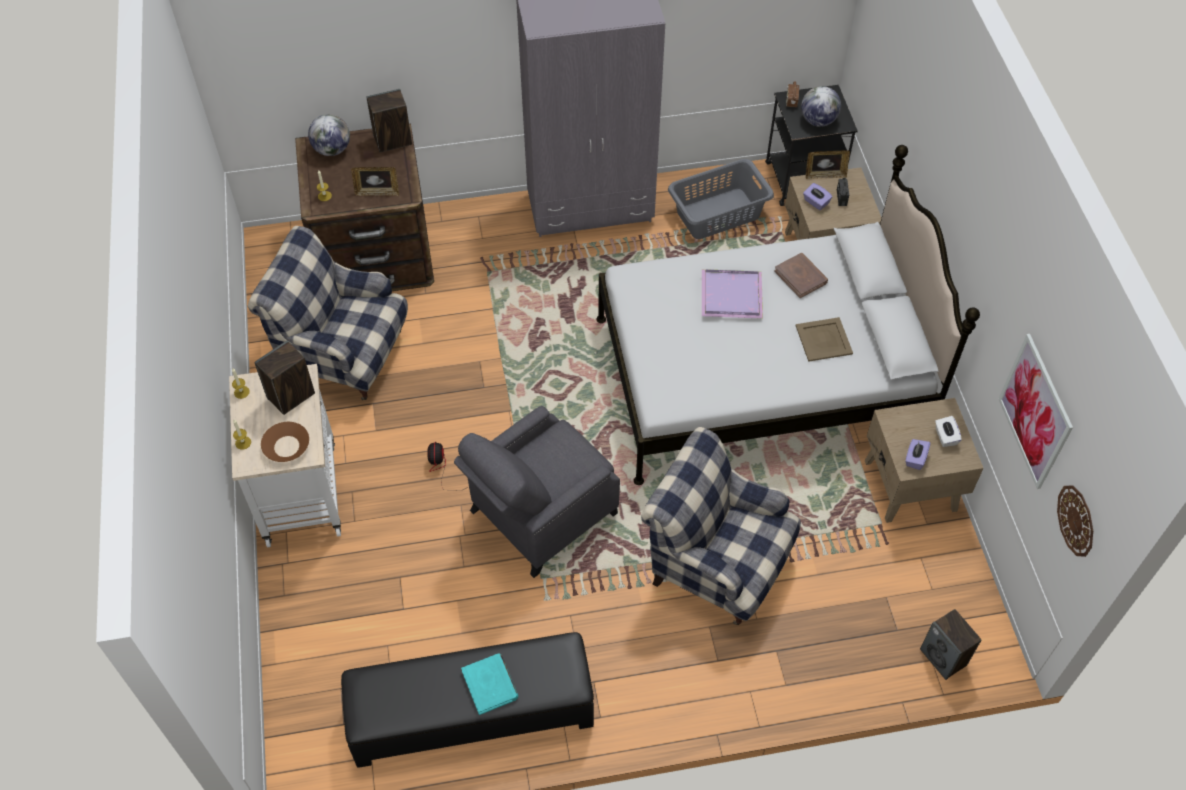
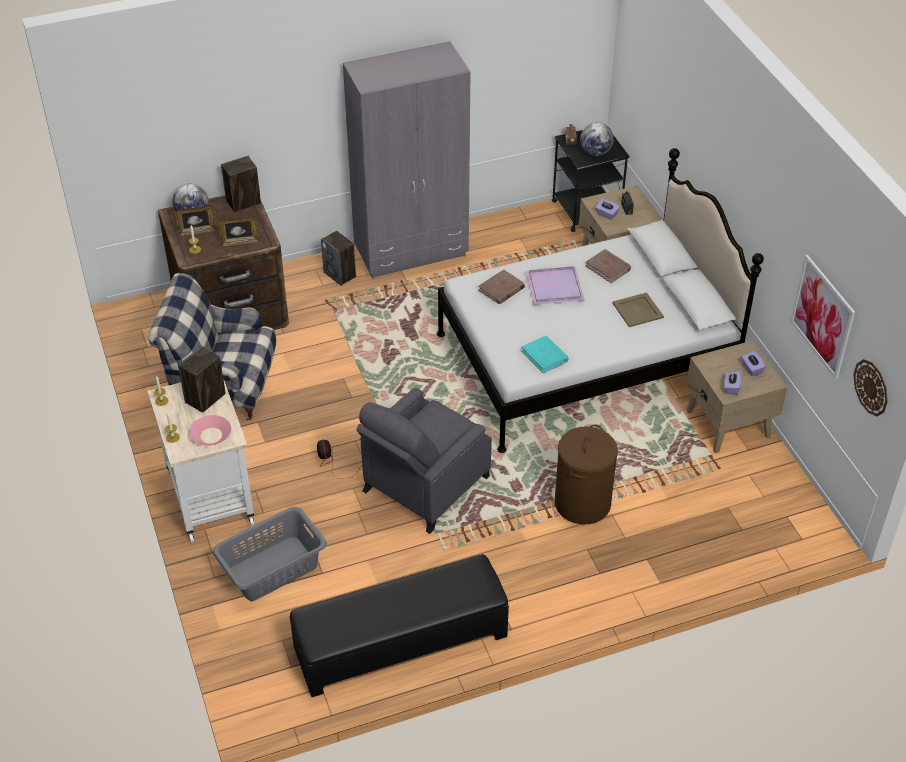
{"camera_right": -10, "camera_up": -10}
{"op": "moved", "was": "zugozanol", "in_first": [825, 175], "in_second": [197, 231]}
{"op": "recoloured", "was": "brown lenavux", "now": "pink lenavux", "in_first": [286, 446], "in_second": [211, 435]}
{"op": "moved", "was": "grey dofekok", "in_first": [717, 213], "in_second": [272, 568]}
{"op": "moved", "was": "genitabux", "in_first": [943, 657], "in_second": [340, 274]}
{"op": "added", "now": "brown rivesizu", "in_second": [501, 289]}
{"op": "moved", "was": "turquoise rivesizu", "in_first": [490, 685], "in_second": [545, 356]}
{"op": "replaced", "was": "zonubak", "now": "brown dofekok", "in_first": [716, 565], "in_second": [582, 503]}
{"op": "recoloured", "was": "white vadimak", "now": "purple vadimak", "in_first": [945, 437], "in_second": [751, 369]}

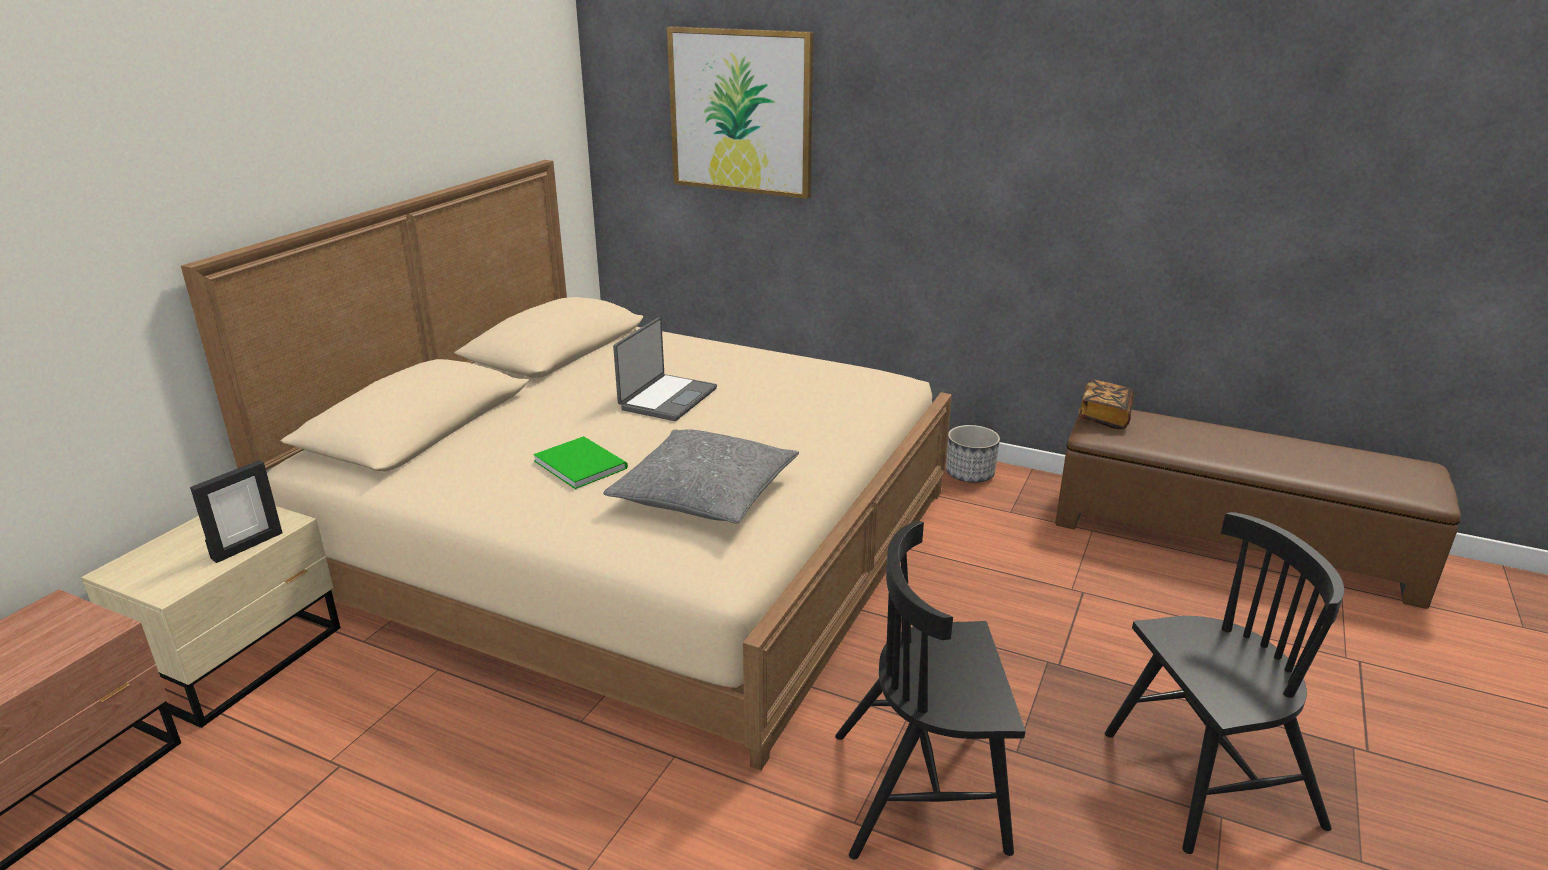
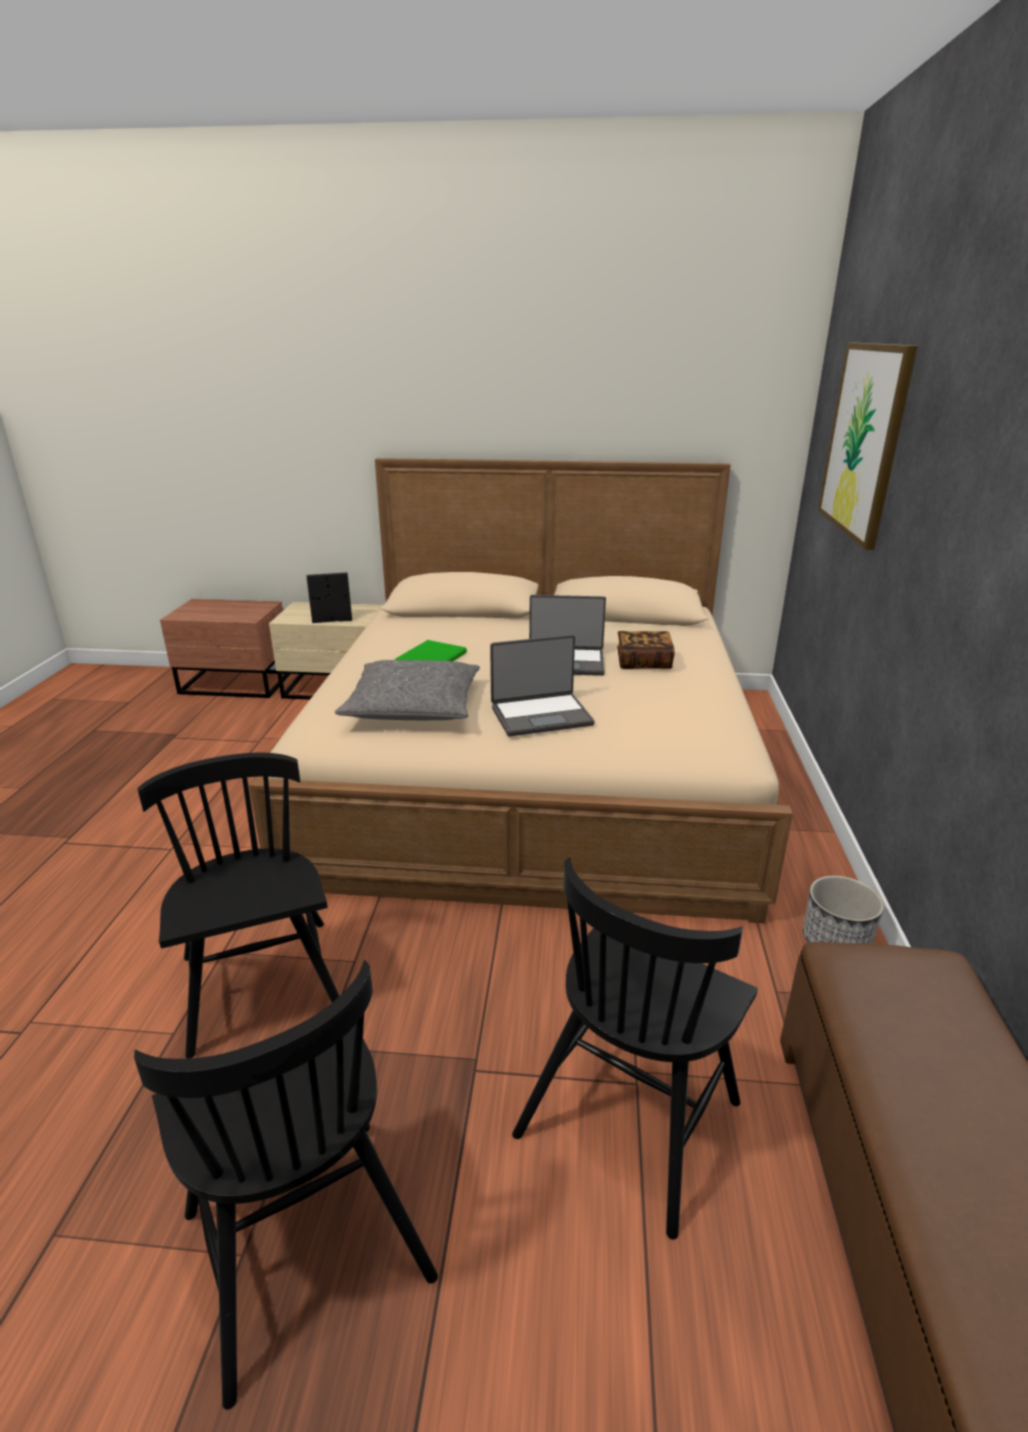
{"camera_right": 70, "camera_up": 0}
{"op": "turned", "was": "zugozanol", "in_first": [247, 545], "in_second": [332, 621], "clockwise": 150}
{"op": "added", "now": "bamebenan", "in_second": [541, 715]}
{"op": "added", "now": "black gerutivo", "in_second": [634, 1107]}
{"op": "moved", "was": "rivesizu", "in_first": [1104, 417], "in_second": [643, 662]}

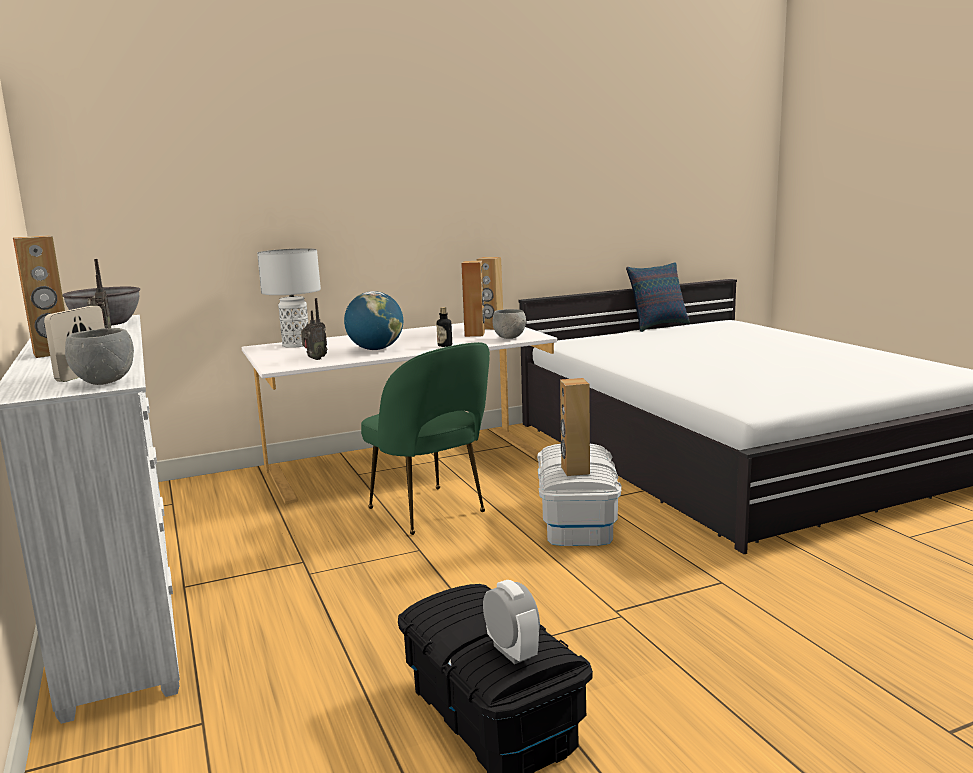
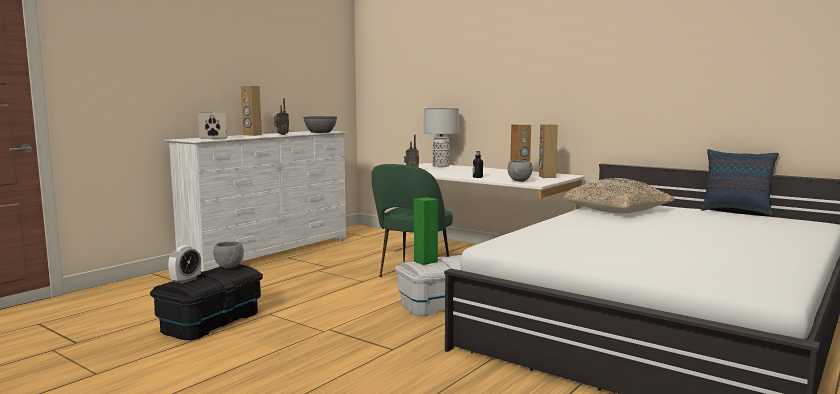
{"camera_right": 60, "camera_up": -5}
{"op": "moved", "was": "grey lenavux", "in_first": [104, 382], "in_second": [229, 267]}
{"op": "recoloured", "was": "brown genitabux", "now": "green genitabux", "in_first": [575, 470], "in_second": [425, 261]}
{"op": "added", "now": "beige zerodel", "in_second": [617, 210]}
{"op": "removed", "was": "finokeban", "in_first": [375, 349]}

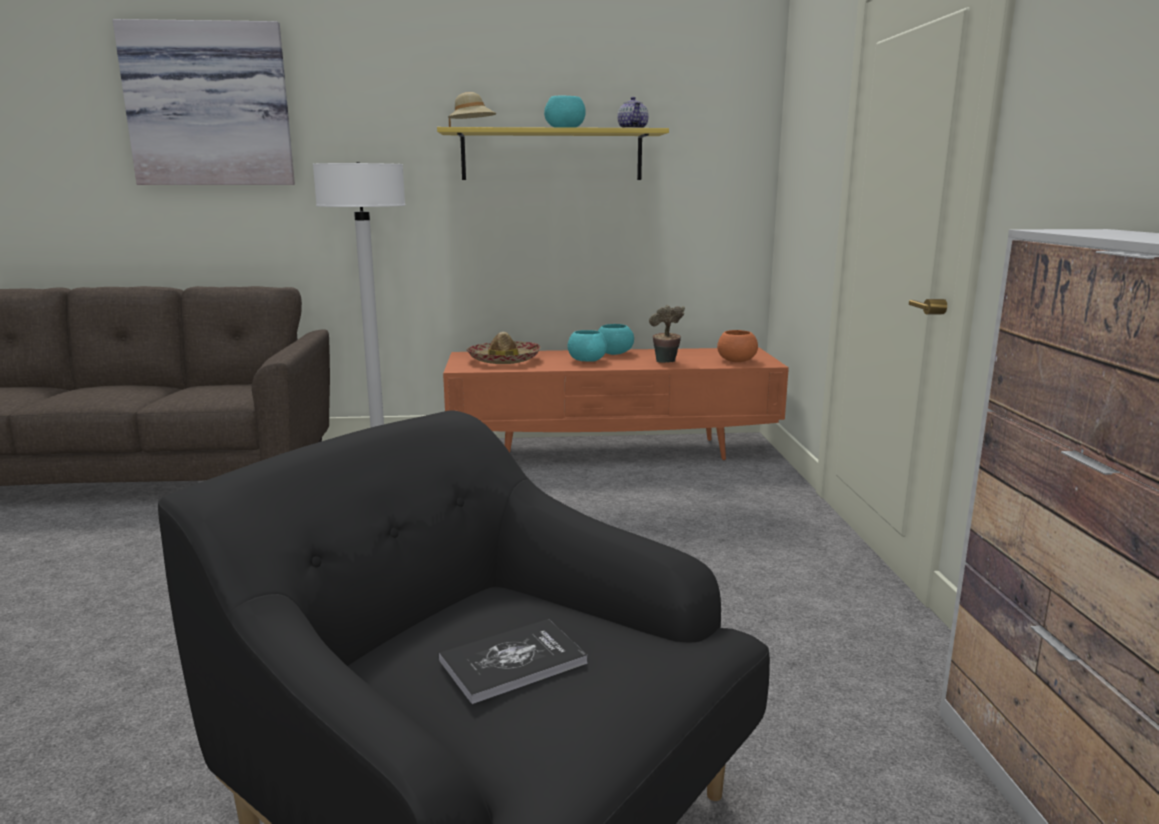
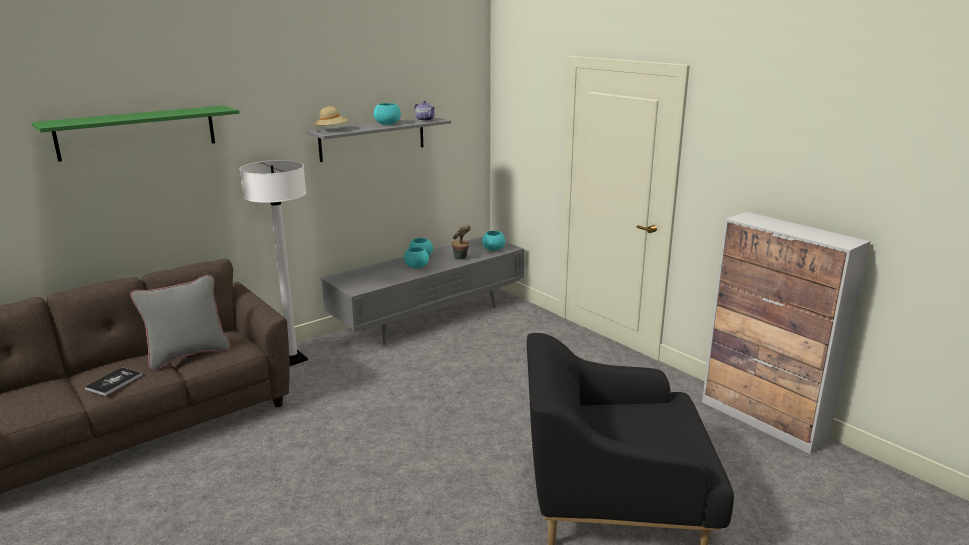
{"camera_right": -35, "camera_up": 5}
{"op": "replaced", "was": "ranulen", "now": "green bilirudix", "in_first": [210, 105], "in_second": [137, 132]}
{"op": "moved", "was": "rivesizu", "in_first": [513, 662], "in_second": [114, 382]}
{"op": "added", "now": "grey zerodel", "in_second": [187, 355]}
{"op": "recoloured", "was": "yellow bilirudix", "now": "grey bilirudix", "in_first": [552, 155], "in_second": [373, 138]}
{"op": "recoloured", "was": "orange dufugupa", "now": "grey dufugupa", "in_first": [611, 450], "in_second": [428, 317]}
{"op": "recoloured", "was": "orange lenavux", "now": "turquoise lenavux", "in_first": [735, 361], "in_second": [493, 249]}
{"op": "removed", "was": "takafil", "in_first": [504, 360]}

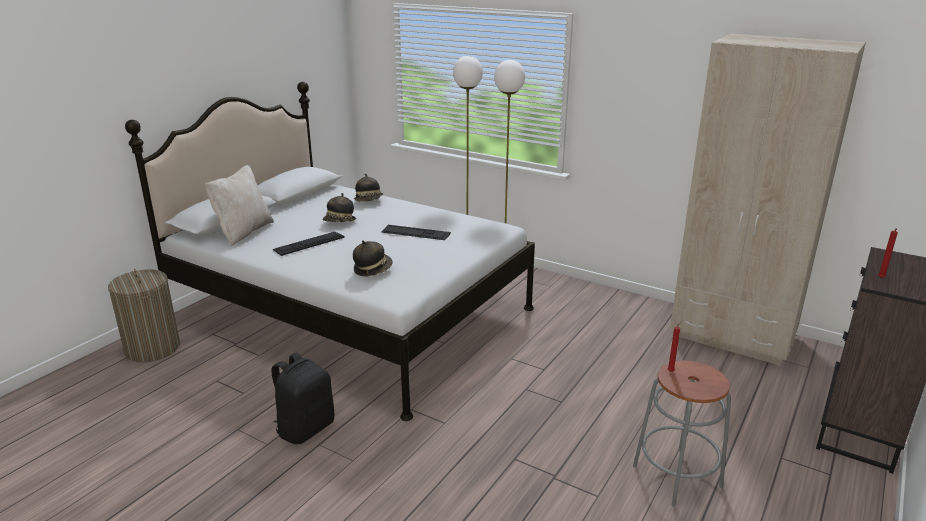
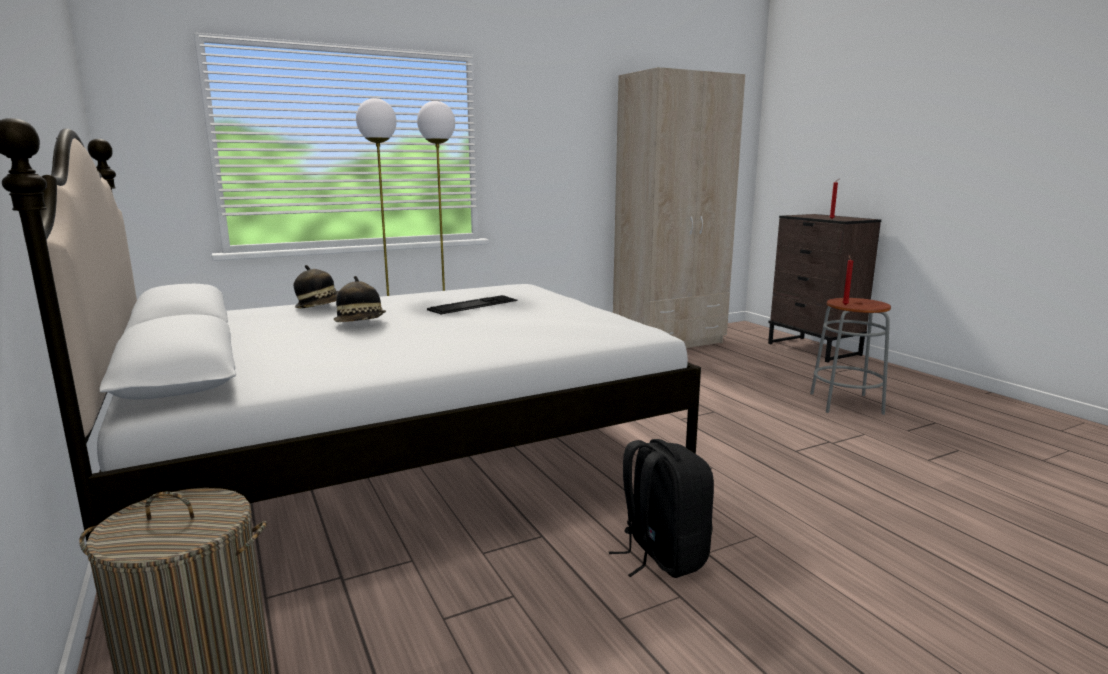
{"camera_right": -60, "camera_up": -10}
{"op": "removed", "was": "beige zerodel", "in_first": [243, 232]}
{"op": "removed", "was": "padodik", "in_first": [309, 243]}
{"op": "removed", "was": "takafil", "in_first": [372, 269]}

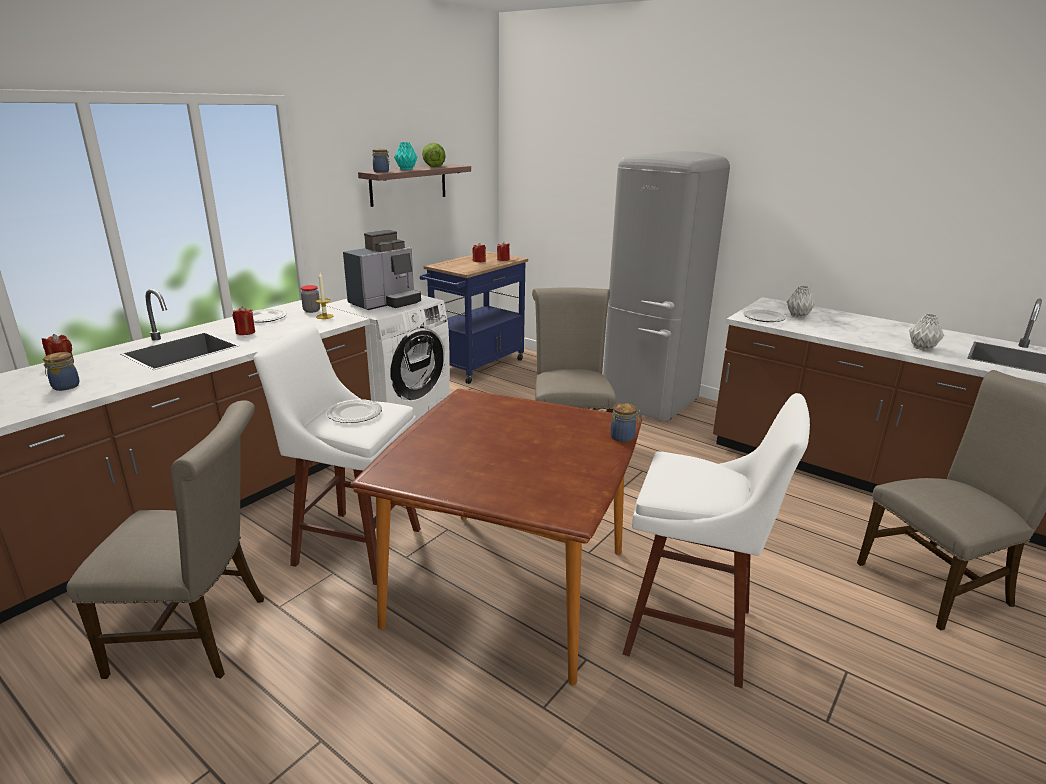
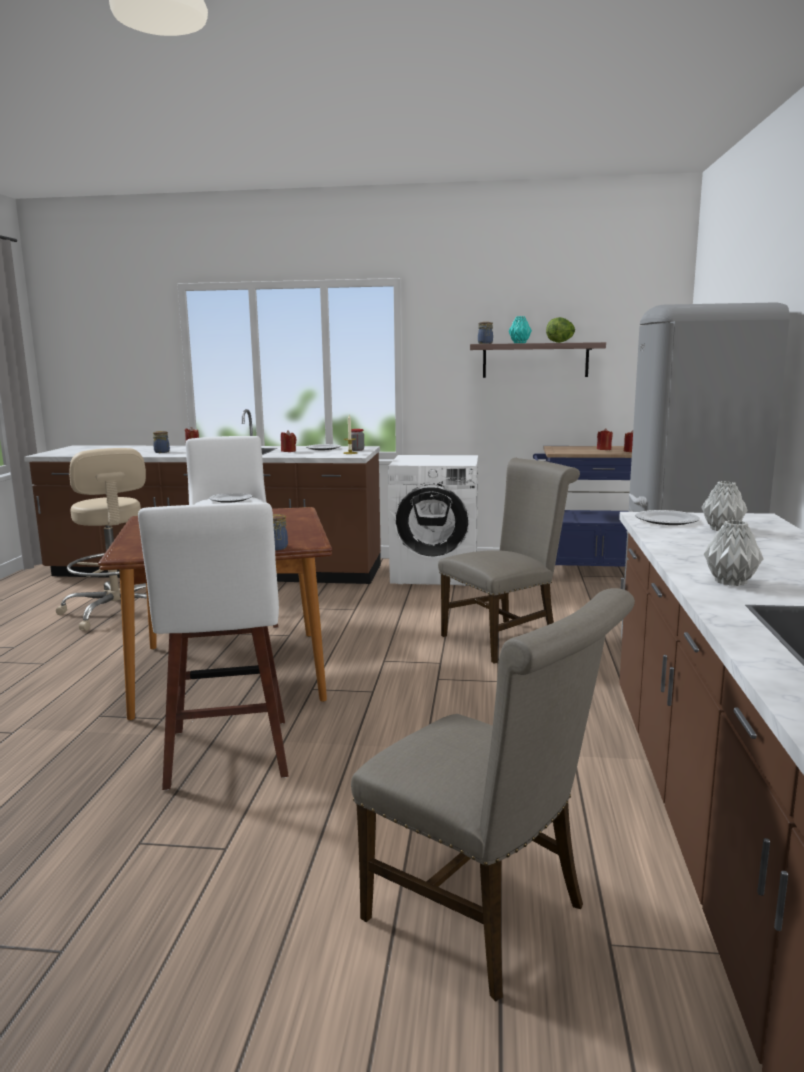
{"camera_right": 60, "camera_up": -10}
{"op": "replaced", "was": "beige gerutivo", "now": "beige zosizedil", "in_first": [200, 634], "in_second": [117, 612]}
{"op": "removed", "was": "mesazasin", "in_first": [386, 302]}

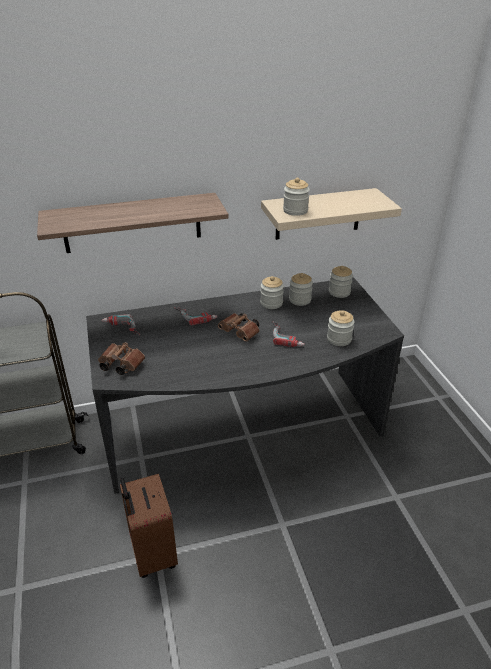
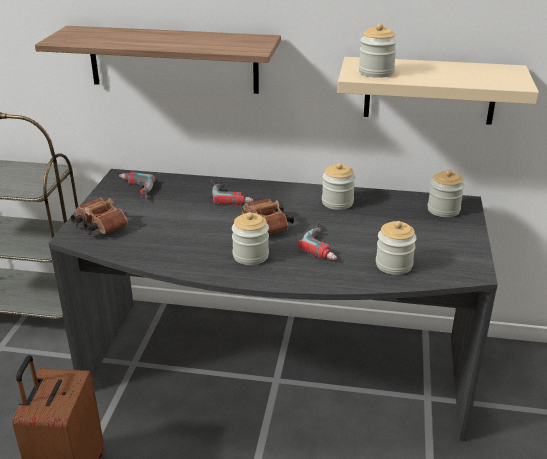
{"camera_right": 25, "camera_up": -5}
{"op": "moved", "was": "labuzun", "in_first": [300, 300], "in_second": [250, 256]}

